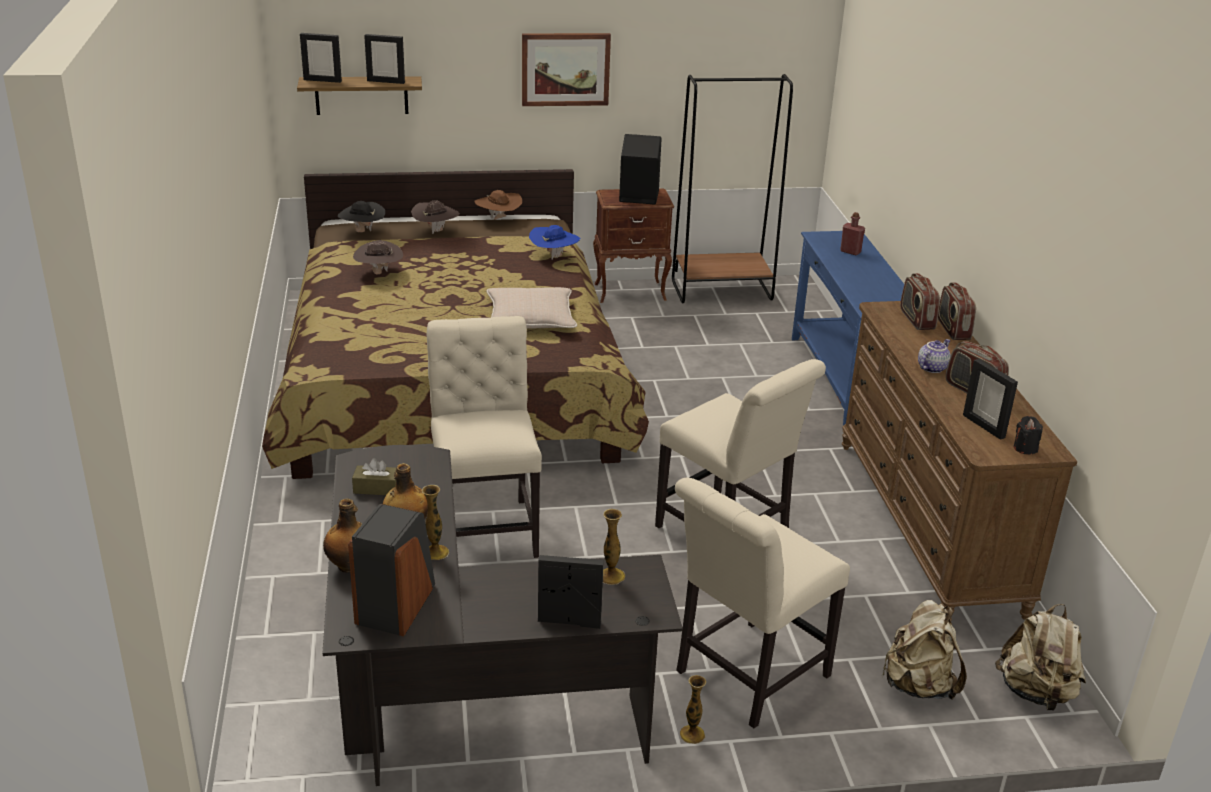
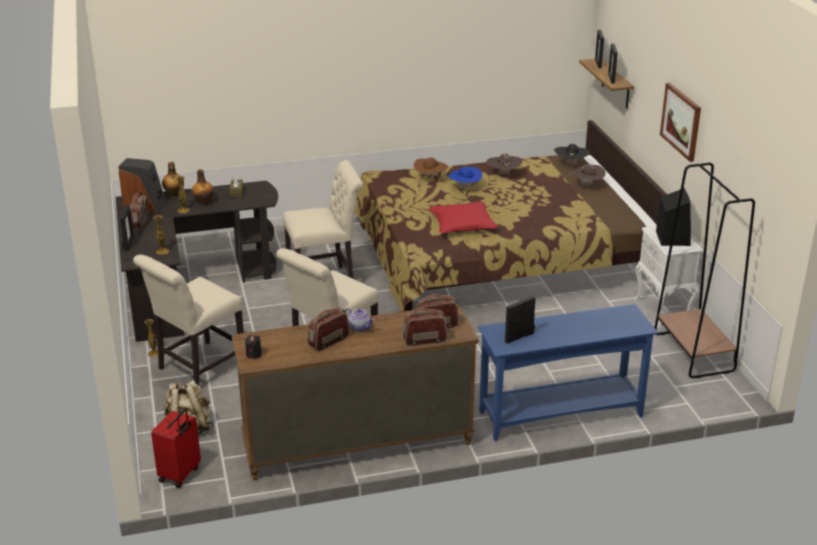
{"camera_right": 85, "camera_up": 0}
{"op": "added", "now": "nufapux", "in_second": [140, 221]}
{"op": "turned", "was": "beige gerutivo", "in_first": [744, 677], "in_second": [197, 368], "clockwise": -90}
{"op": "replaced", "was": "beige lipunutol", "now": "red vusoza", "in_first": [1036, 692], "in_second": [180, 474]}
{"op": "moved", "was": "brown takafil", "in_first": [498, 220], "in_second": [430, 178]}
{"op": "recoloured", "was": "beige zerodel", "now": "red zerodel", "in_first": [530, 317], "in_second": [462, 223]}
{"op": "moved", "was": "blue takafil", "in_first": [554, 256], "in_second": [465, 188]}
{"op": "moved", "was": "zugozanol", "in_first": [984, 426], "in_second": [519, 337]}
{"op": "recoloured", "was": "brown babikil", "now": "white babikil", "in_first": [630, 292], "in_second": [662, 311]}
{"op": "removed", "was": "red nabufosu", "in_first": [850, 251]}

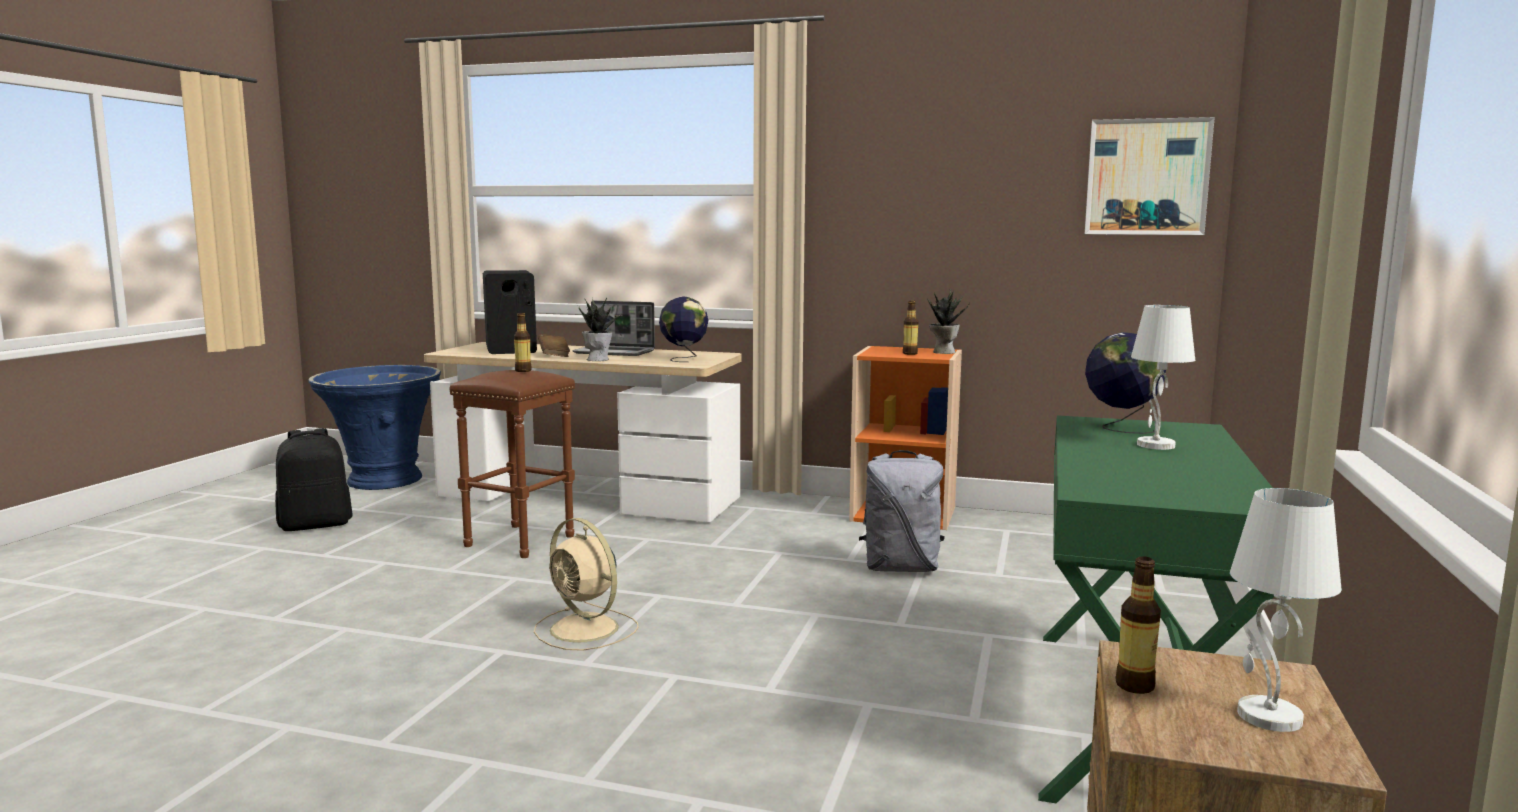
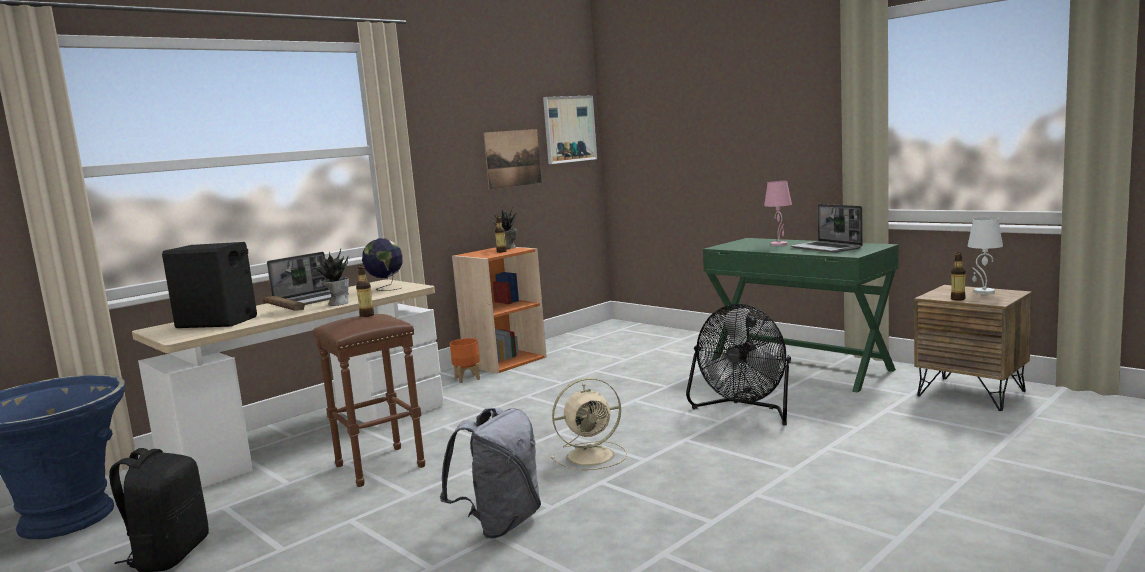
{"camera_right": -60, "camera_up": 0}
{"op": "moved", "was": "grey lipunutol", "in_first": [901, 568], "in_second": [500, 524]}
{"op": "added", "now": "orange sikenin", "in_second": [468, 378]}
{"op": "added", "now": "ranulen", "in_second": [513, 158]}
{"op": "added", "now": "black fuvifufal", "in_second": [743, 409]}
{"op": "recoloured", "was": "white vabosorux", "now": "pink vabosorux", "in_first": [1156, 445], "in_second": [779, 245]}
{"op": "added", "now": "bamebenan", "in_second": [827, 248]}
{"op": "removed", "was": "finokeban", "in_first": [1120, 428]}

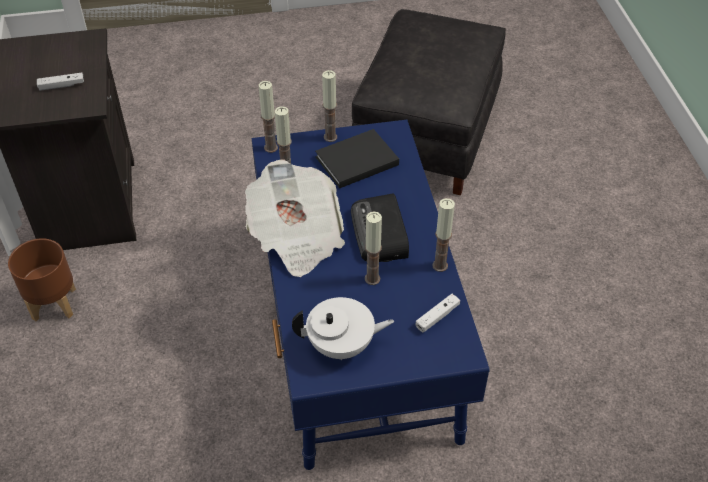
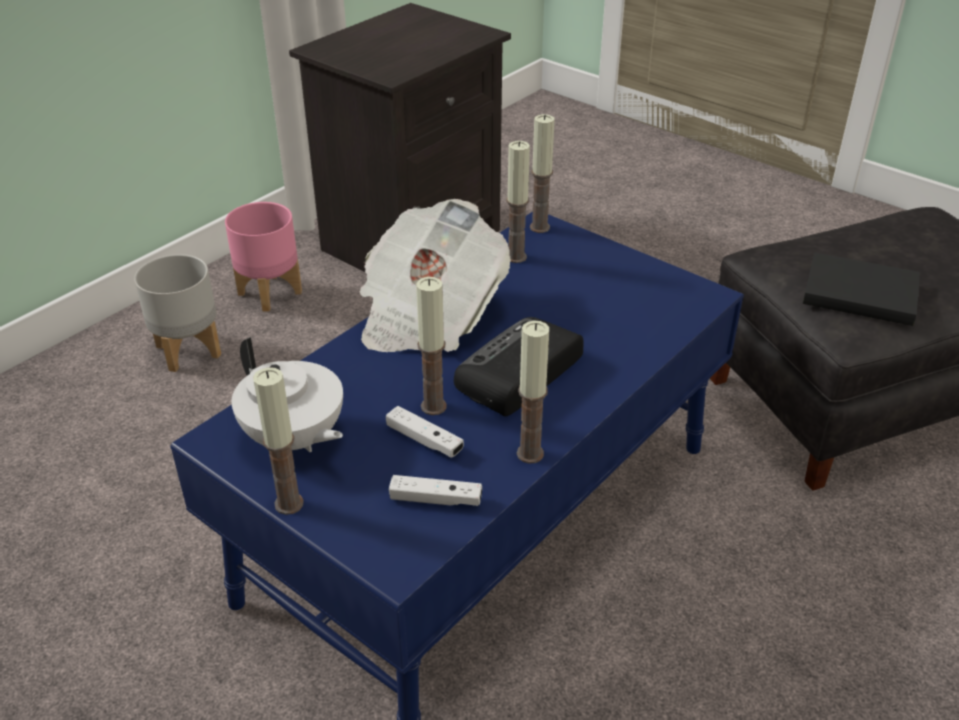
{"camera_right": 50, "camera_up": -10}
{"op": "added", "now": "grey sikenin", "in_second": [187, 351]}
{"op": "recoloured", "was": "brown sikenin", "now": "pink sikenin", "in_first": [54, 303], "in_second": [271, 292]}
{"op": "moved", "was": "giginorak", "in_first": [330, 137], "in_second": [289, 504]}
{"op": "moved", "was": "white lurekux", "in_first": [62, 86], "in_second": [424, 440]}
{"op": "moved", "was": "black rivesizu", "in_first": [354, 161], "in_second": [857, 291]}

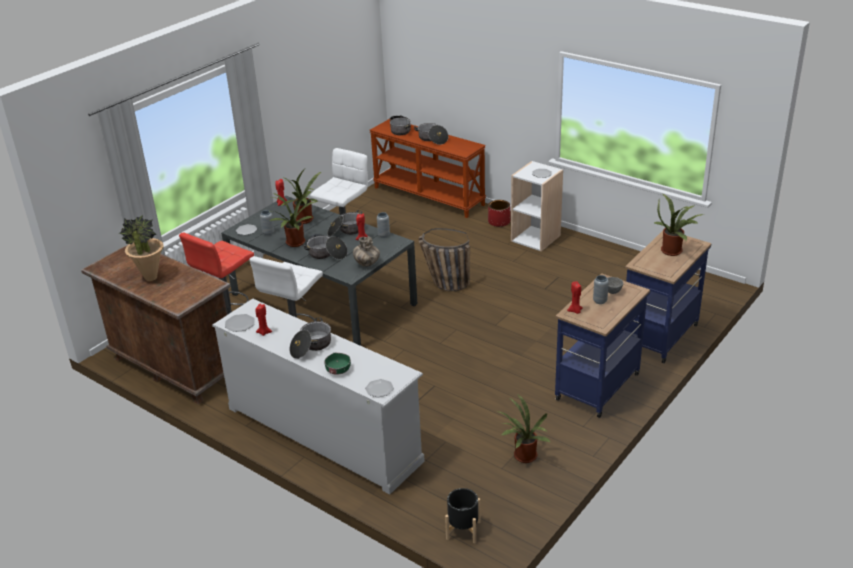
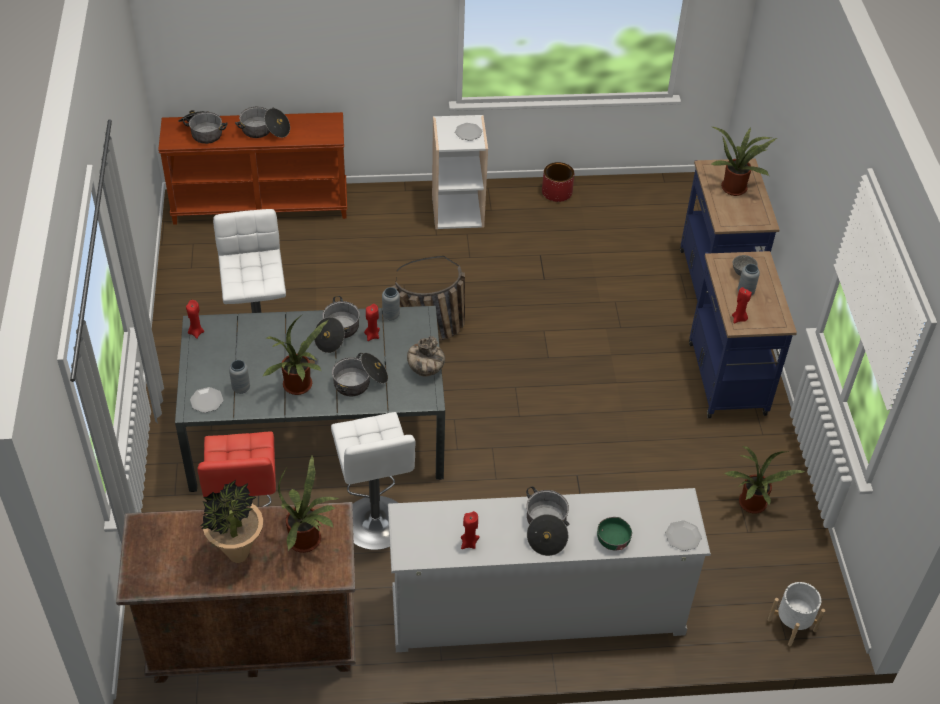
{"camera_right": -45, "camera_up": 15}
{"op": "moved", "was": "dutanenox", "in_first": [305, 220], "in_second": [308, 541]}
{"op": "moved", "was": "red sikenin", "in_first": [499, 222], "in_second": [556, 192]}
{"op": "recoloured", "was": "black sikenin", "now": "white sikenin", "in_first": [463, 530], "in_second": [792, 625]}
{"op": "removed", "was": "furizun", "in_first": [240, 324]}

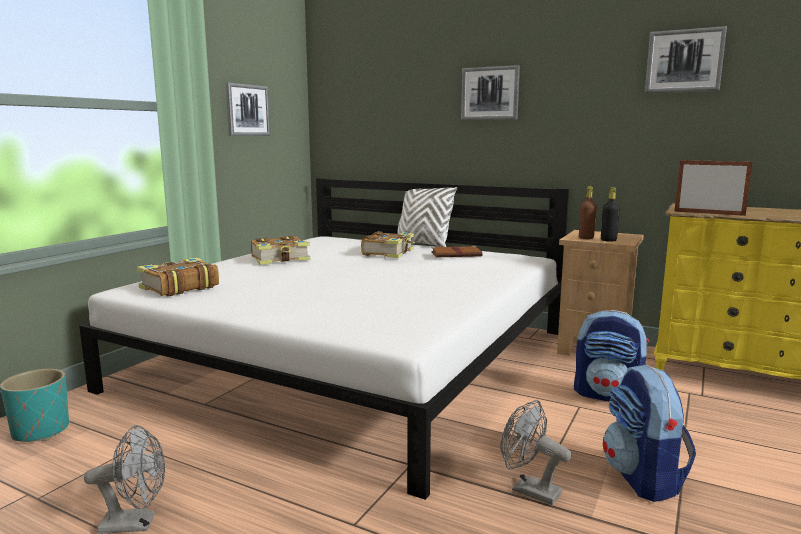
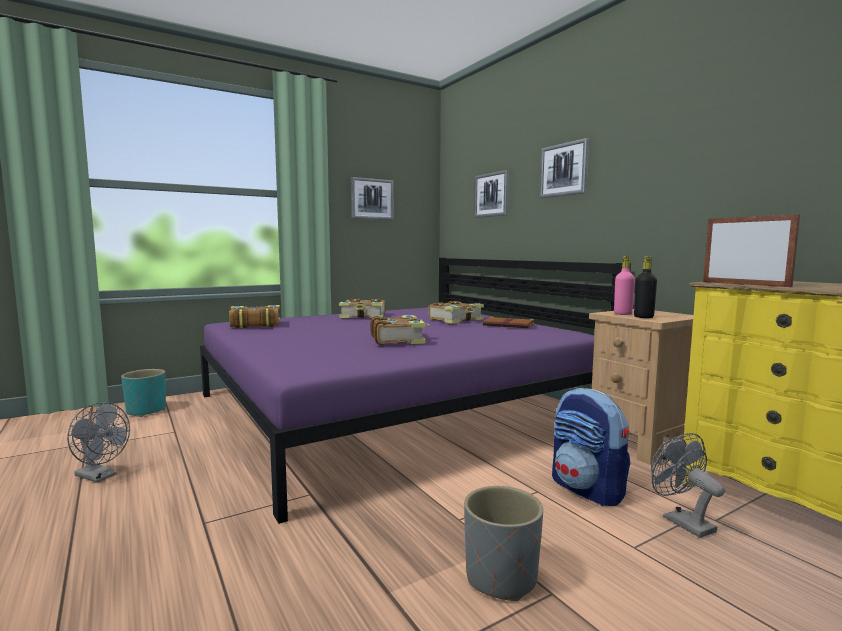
{"camera_right": 30, "camera_up": -5}
{"op": "recoloured", "was": "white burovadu", "now": "purple burovadu", "in_first": [355, 358], "in_second": [395, 407]}
{"op": "added", "now": "rivesizu", "in_second": [398, 339]}
{"op": "replaced", "was": "lipunutol", "now": "grey sikenin", "in_first": [643, 478], "in_second": [501, 578]}
{"op": "moved", "was": "ranulen", "in_first": [684, 61], "in_second": [492, 195]}
{"op": "recoloured", "was": "brown nabufosu", "now": "pink nabufosu", "in_first": [586, 238], "in_second": [622, 314]}
{"op": "moved", "was": "grey fuvifufal", "in_first": [529, 490], "in_second": [681, 521]}
{"op": "removed", "was": "white zerodel", "in_first": [423, 244]}

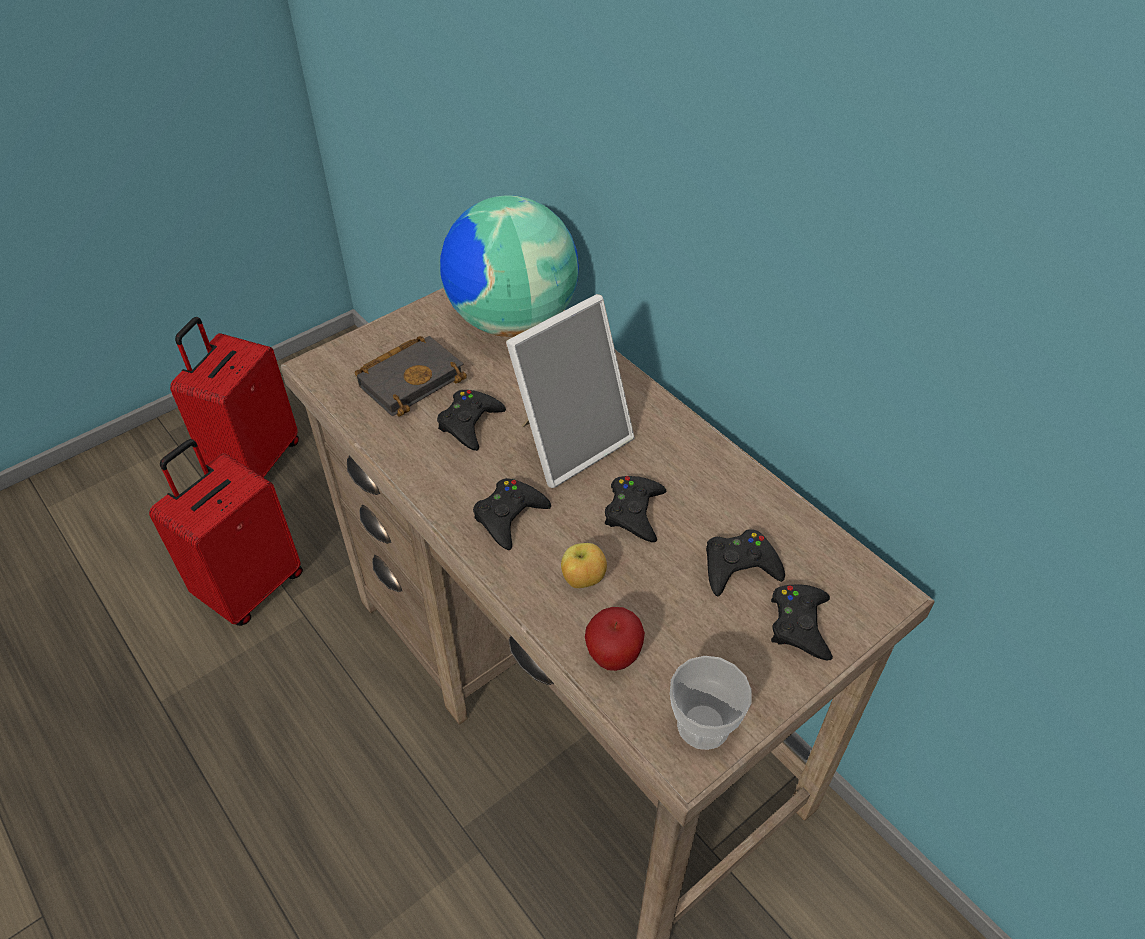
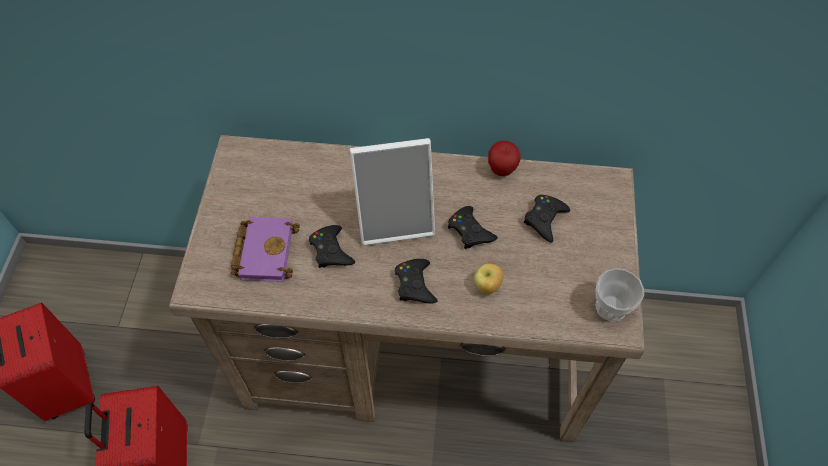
{"camera_right": -45, "camera_up": 10}
{"op": "recoloured", "was": "black rivesizu", "now": "purple rivesizu", "in_first": [411, 378], "in_second": [264, 250]}
{"op": "turned", "was": "zugozanol", "in_first": [570, 442], "in_second": [395, 218], "clockwise": 75}
{"op": "moved", "was": "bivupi", "in_first": [613, 657], "in_second": [501, 170]}
{"op": "removed", "was": "finokeban", "in_first": [511, 321]}
{"op": "removed", "was": "black lurekux", "in_first": [800, 625]}

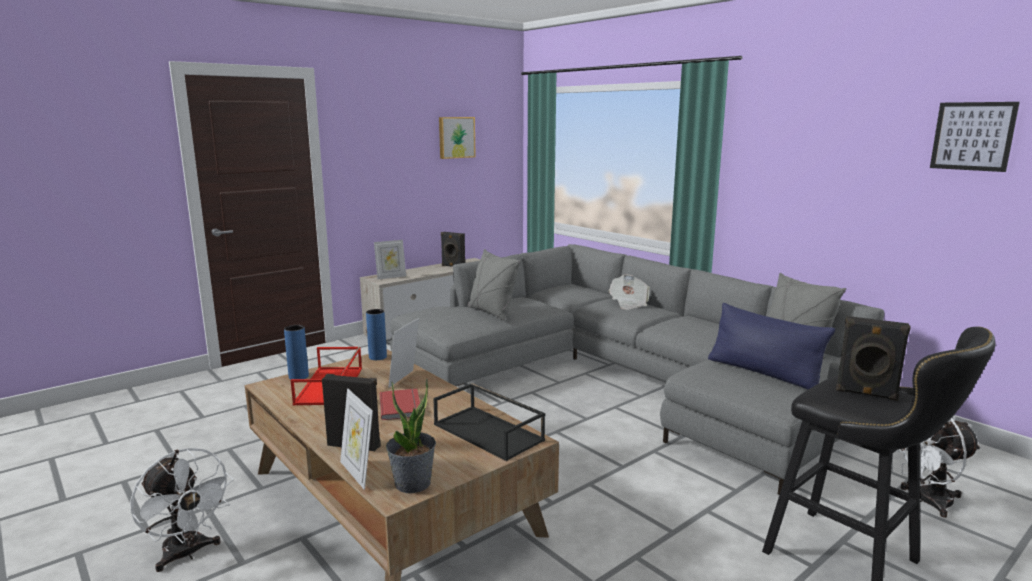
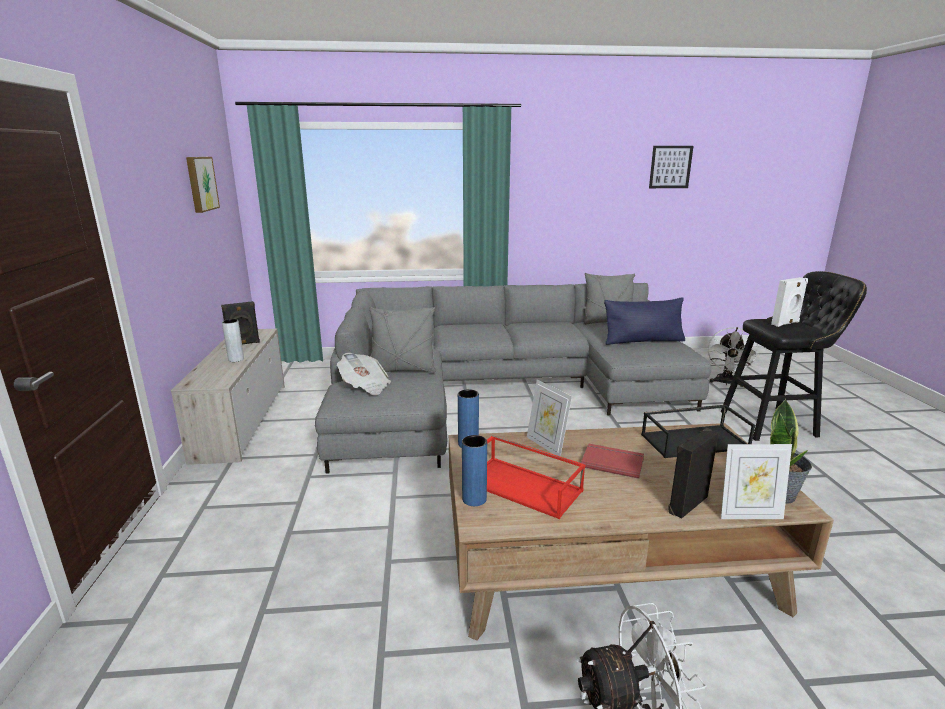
{"camera_right": -55, "camera_up": 5}
{"op": "added", "now": "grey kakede", "in_second": [236, 359]}
{"op": "moved", "was": "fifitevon", "in_first": [628, 303], "in_second": [365, 386]}
{"op": "recoloured", "was": "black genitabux", "now": "white genitabux", "in_first": [866, 394], "in_second": [786, 323]}
{"op": "removed", "was": "zugozanol", "in_first": [391, 277]}

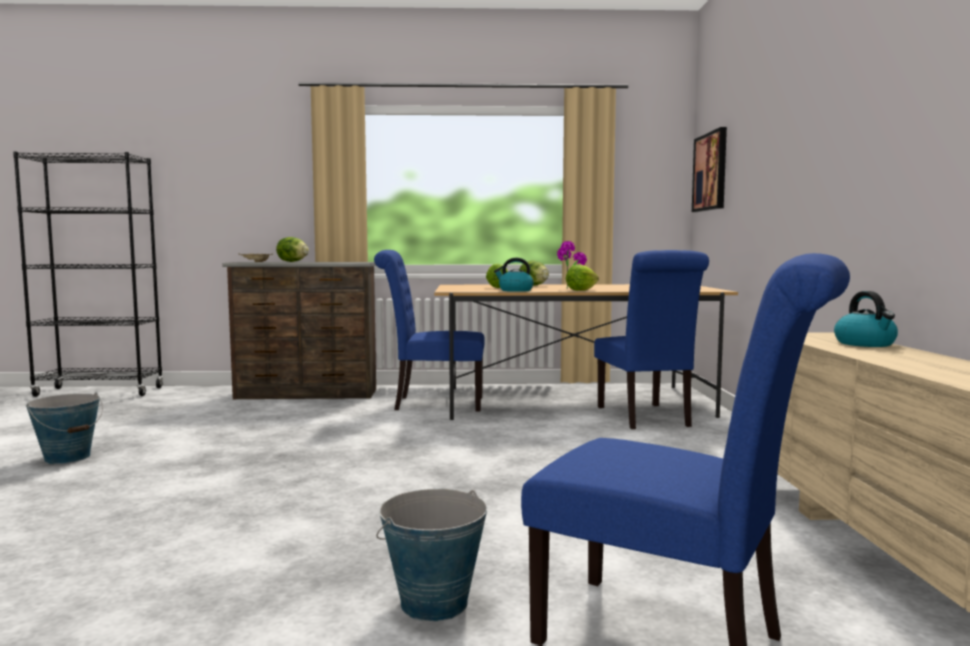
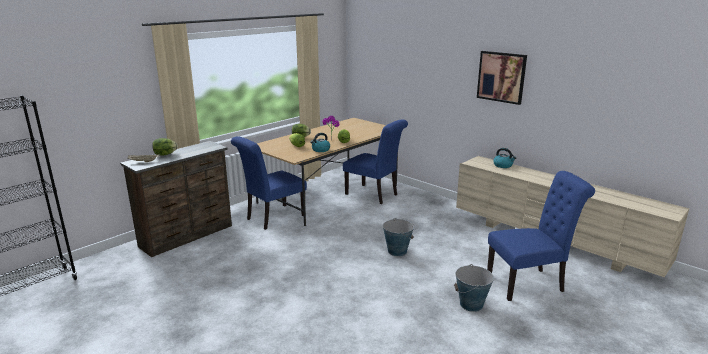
{"camera_right": -45, "camera_up": 15}
{"op": "moved", "was": "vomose", "in_first": [68, 457], "in_second": [397, 251]}
{"op": "moved", "was": "ranulen", "in_first": [710, 172], "in_second": [501, 77]}

